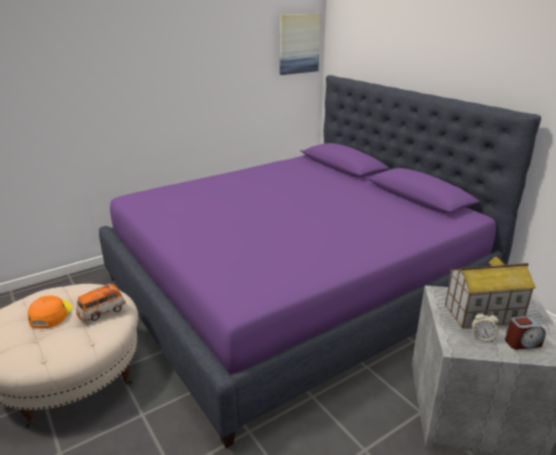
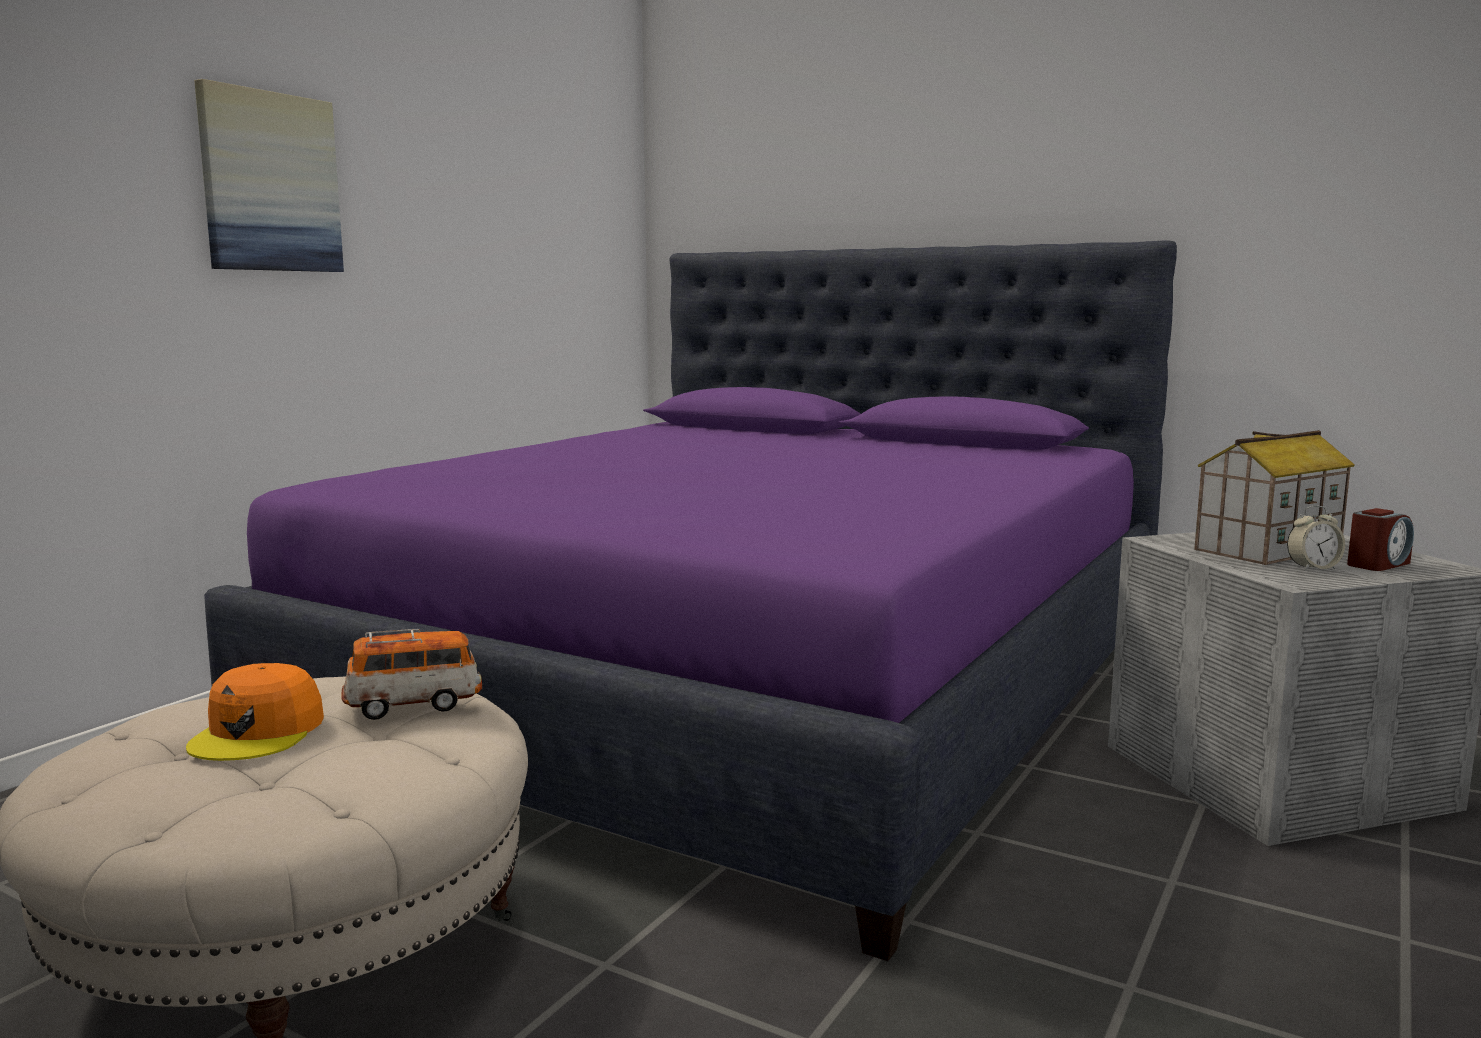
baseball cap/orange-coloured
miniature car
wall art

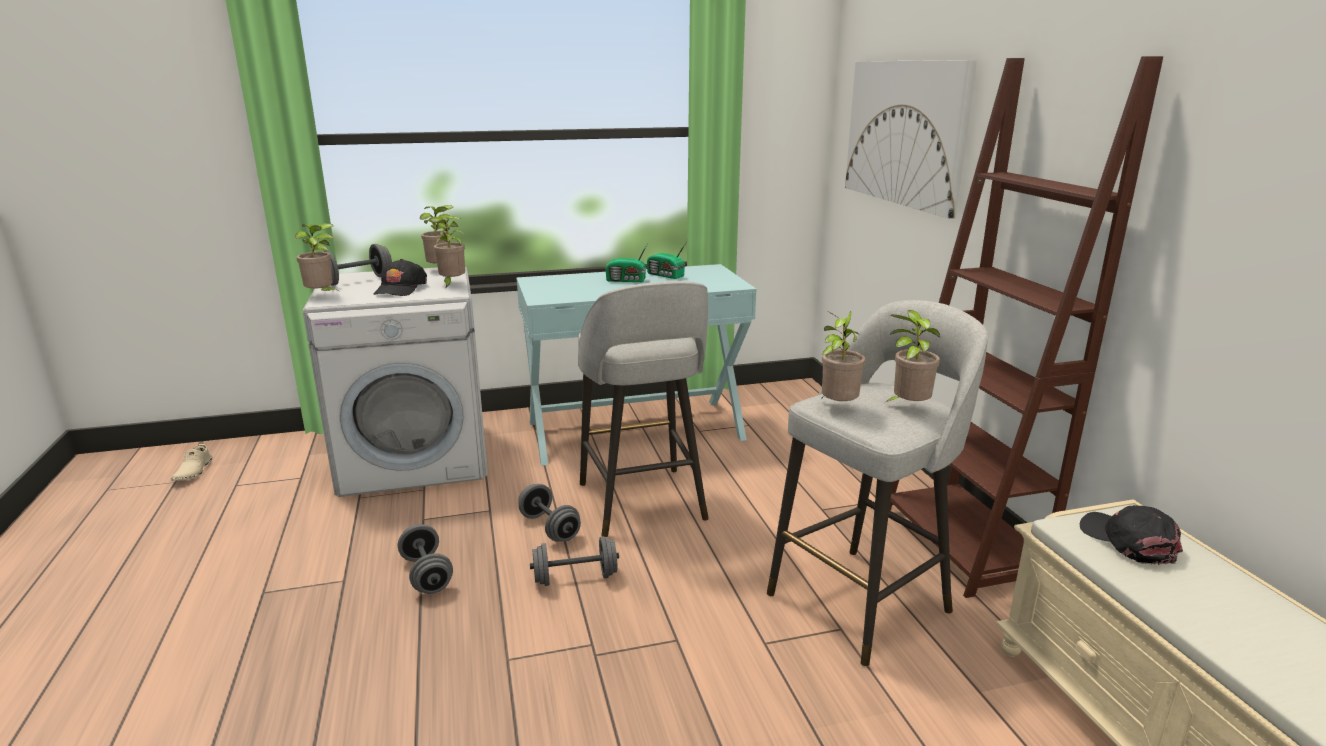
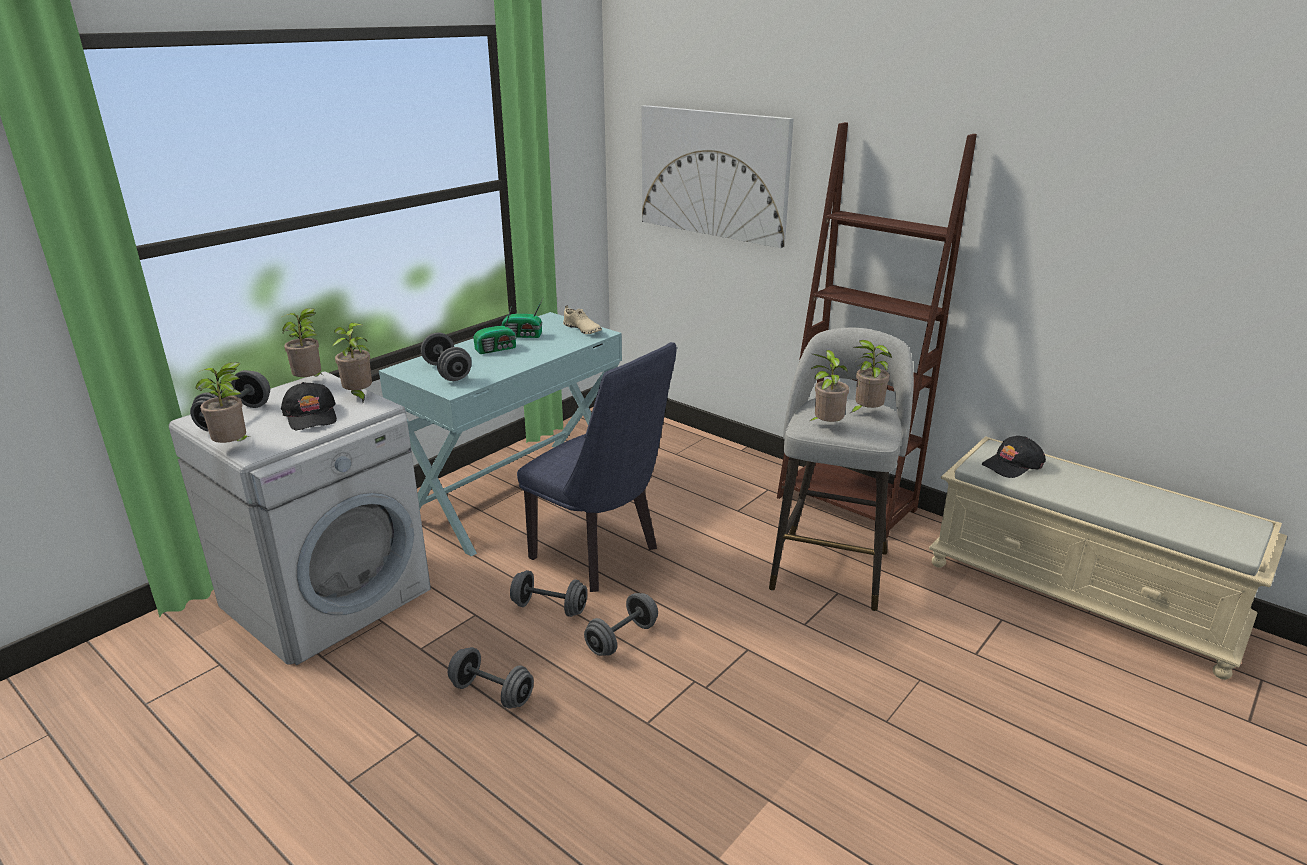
low shoe/beige
chair/blue-coloured
baseball cap/blackish (no. 2 from left)
free weight/greyish (no. 2 from left)

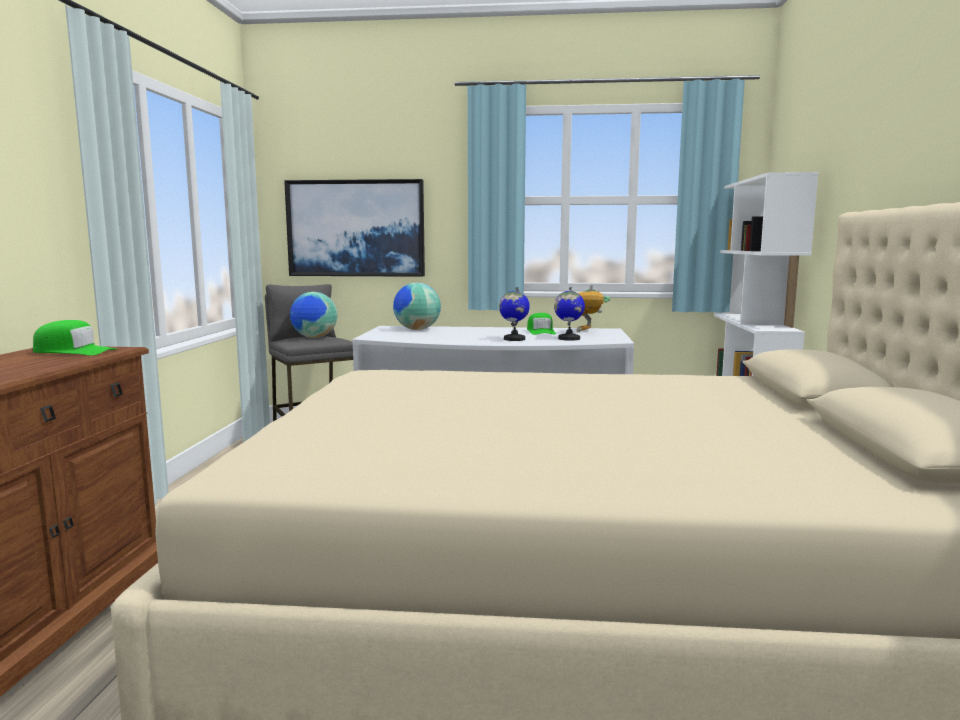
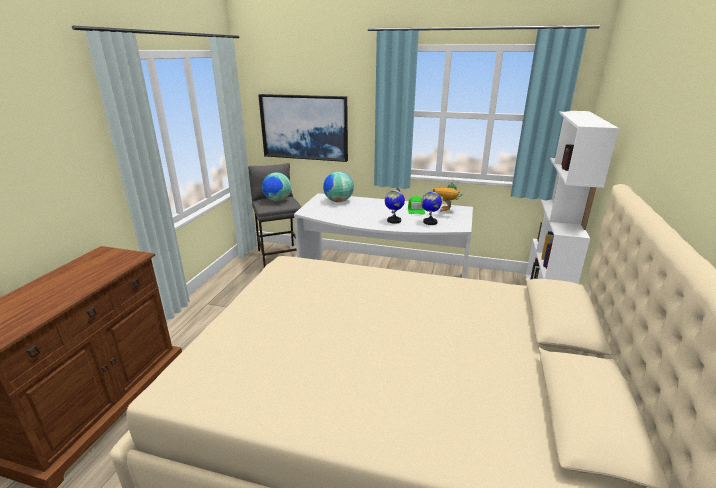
baseball cap/green-coloured (no. 1 from left in the first image)

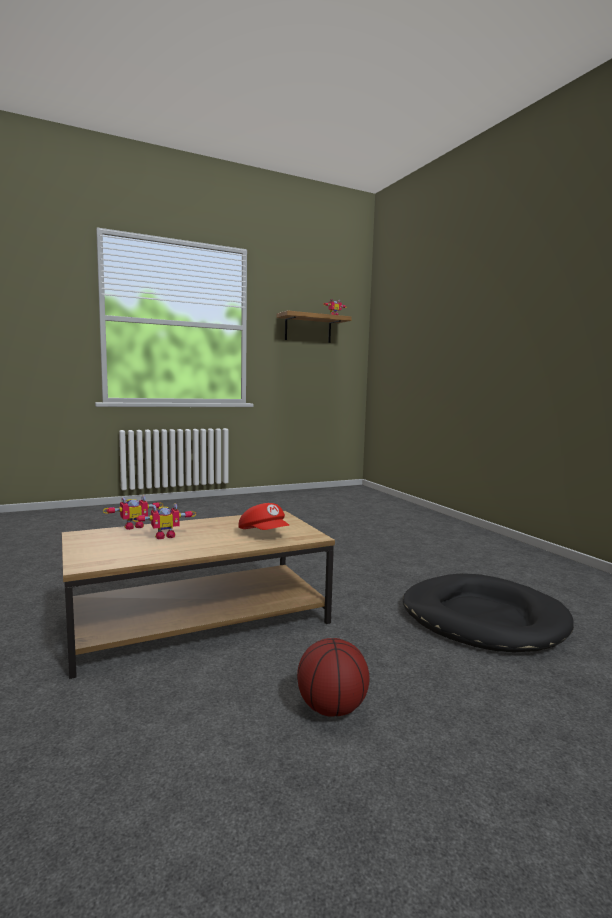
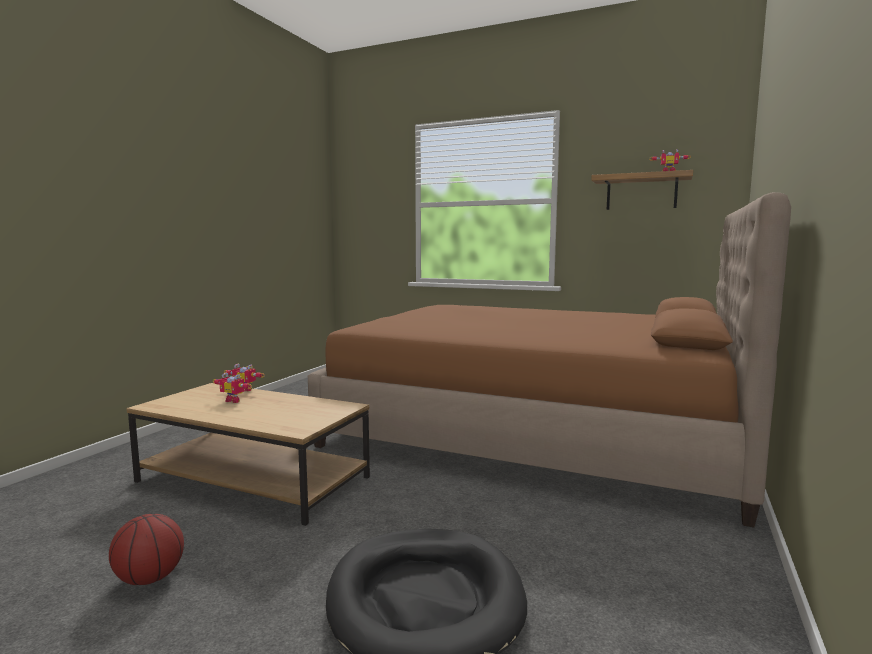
baseball cap/reddish
bed/brown

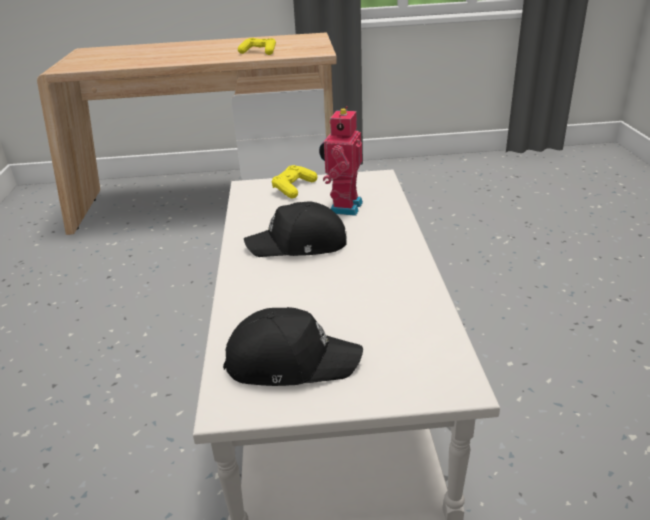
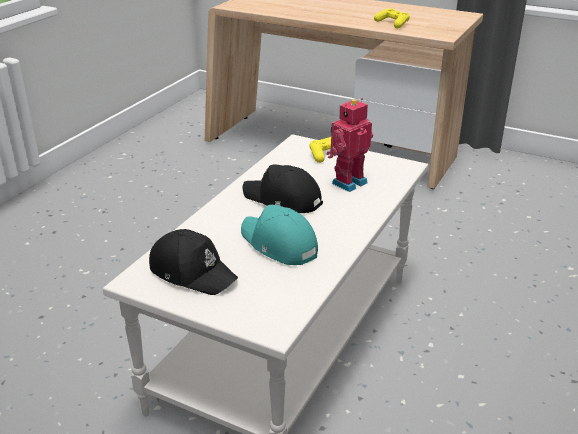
baseball cap/turquoise

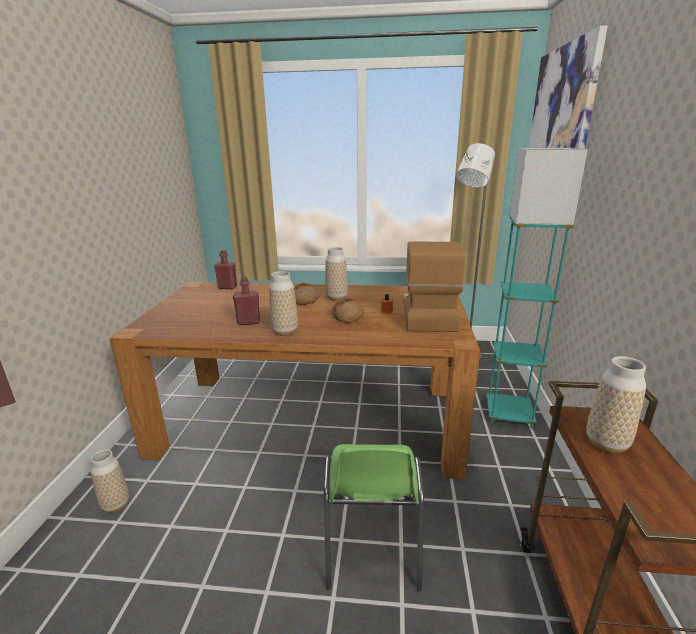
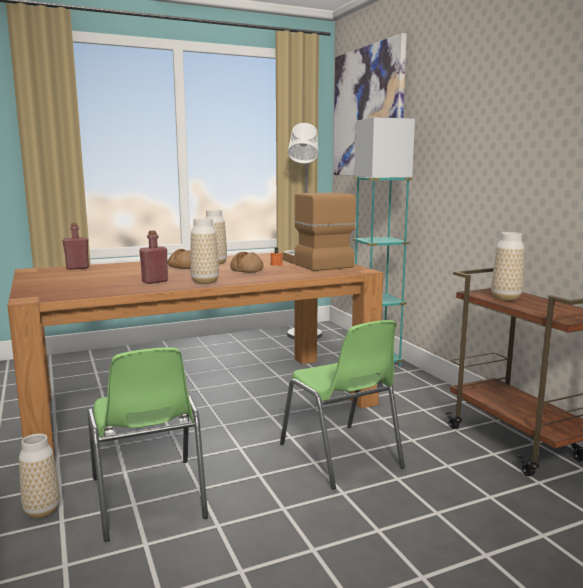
chair/green-coloured (no. 1 from left)

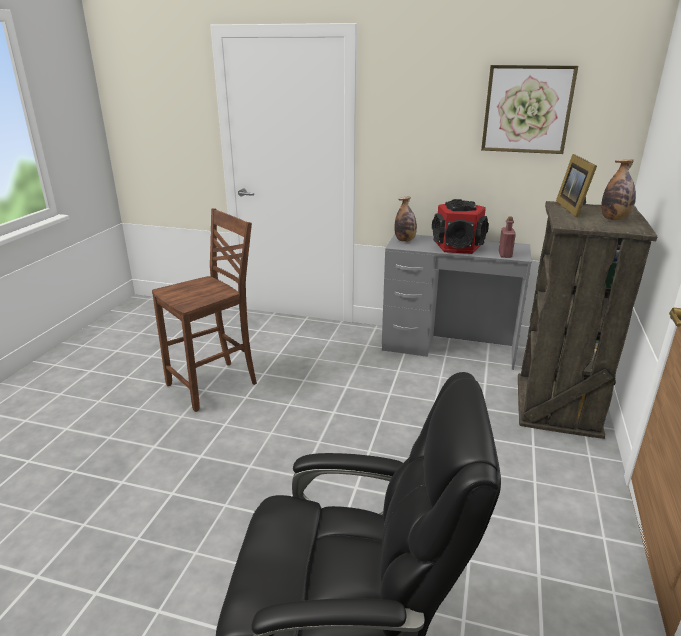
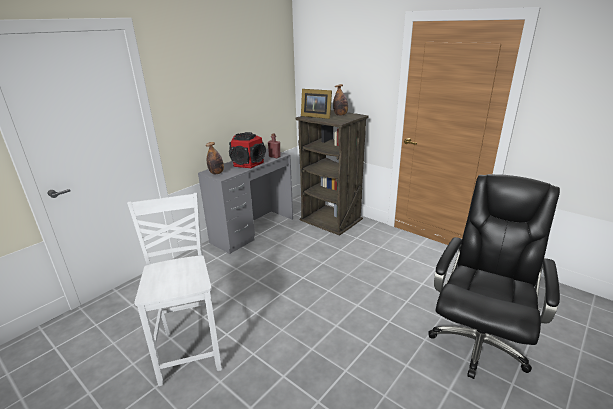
chair/white
wall art

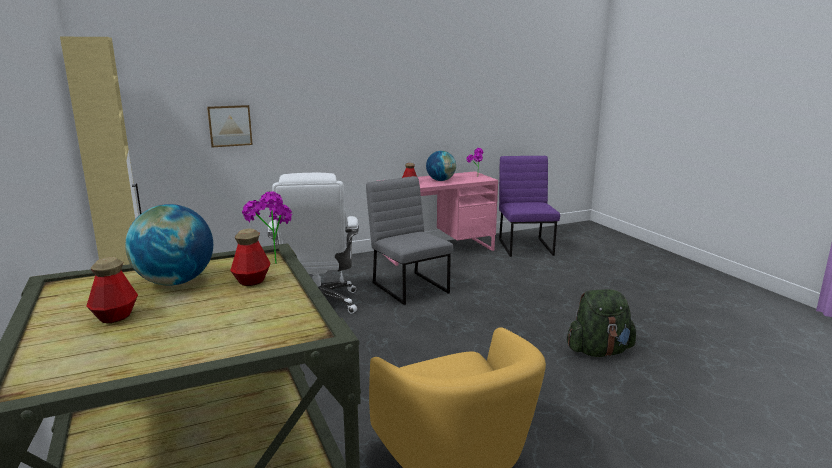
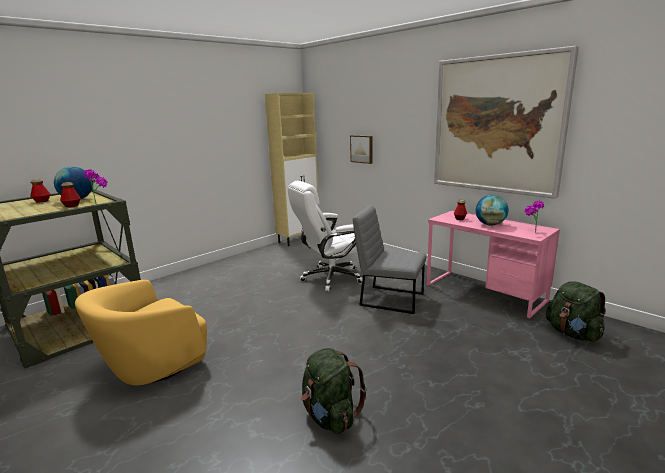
chair/greyish
knapsack/green-coloured (no. 2 from left)
wall art (no. 2 from left)

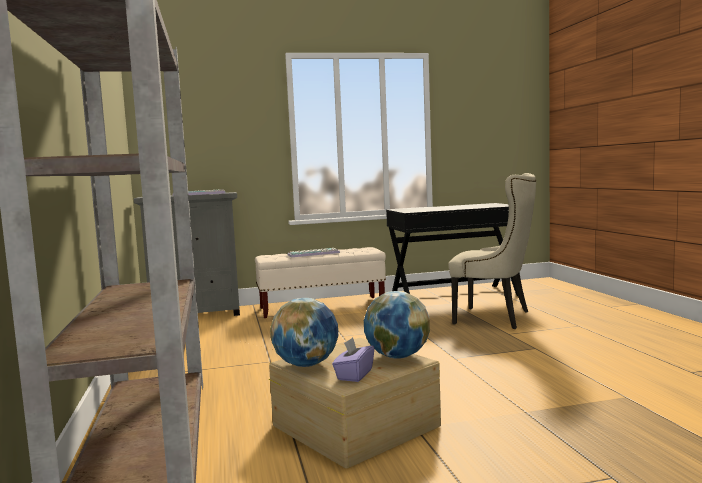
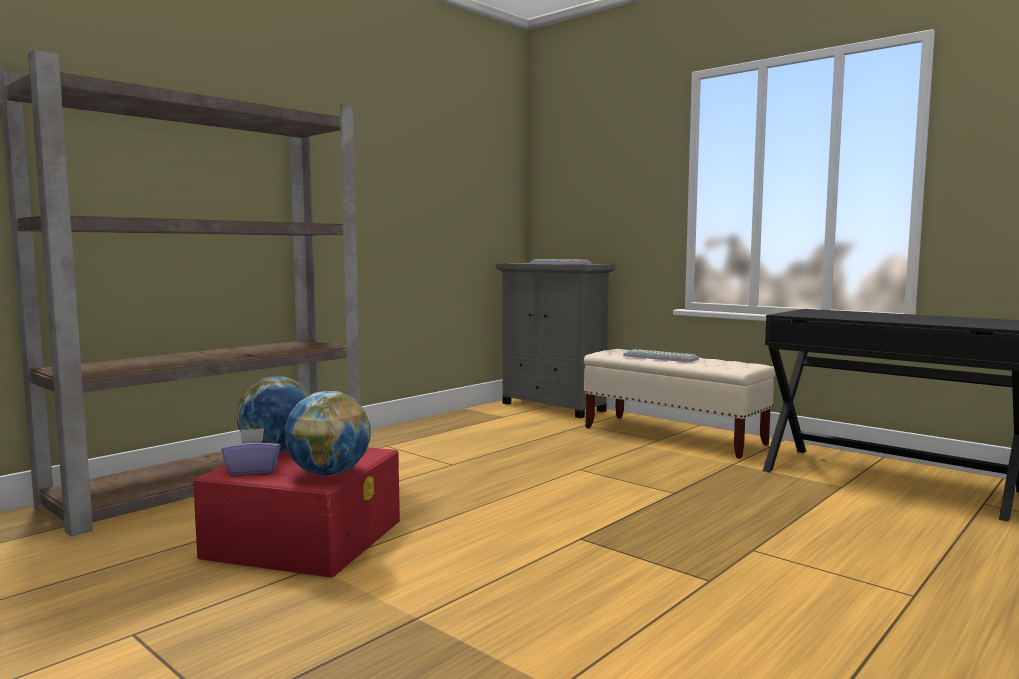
storage bin/reddish
chair/beige

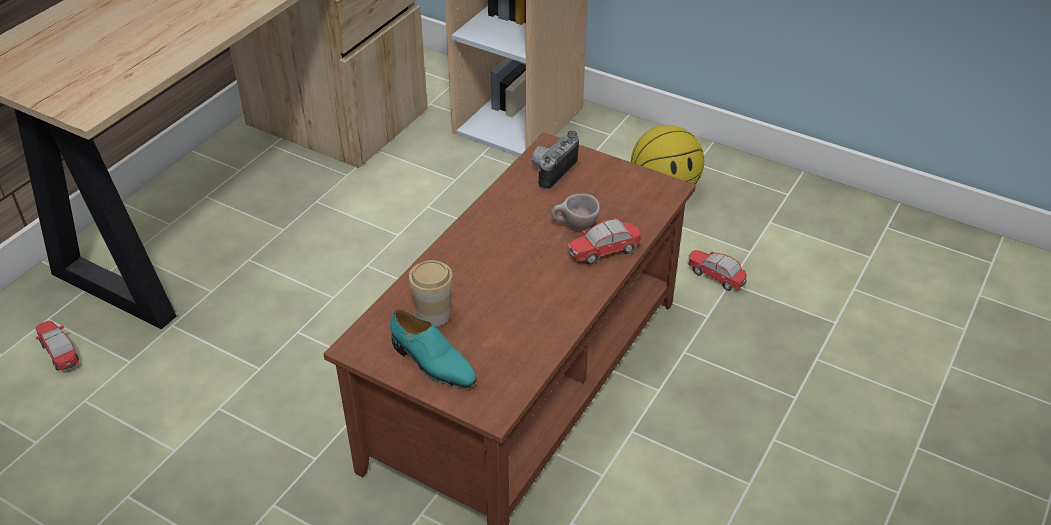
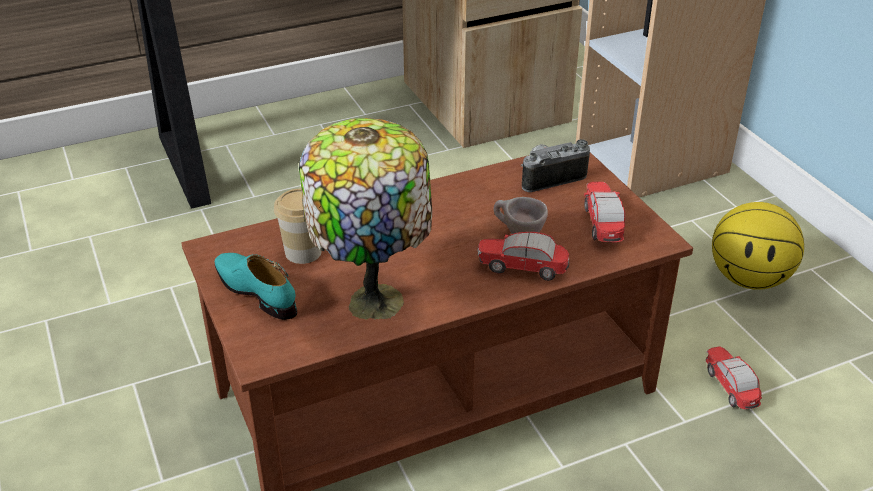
miniature car (no. 2 from left)
low shoe/turquoise
tabletop lamp

